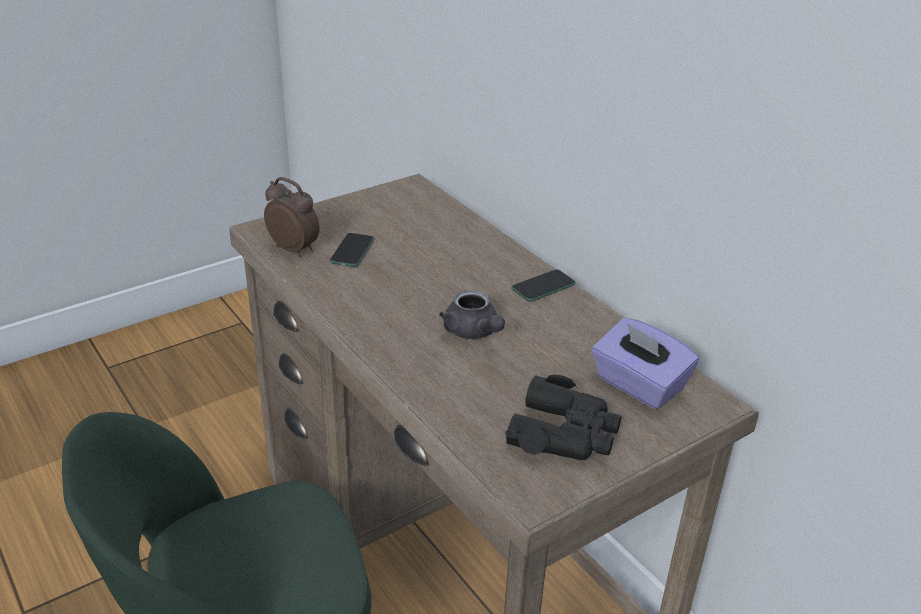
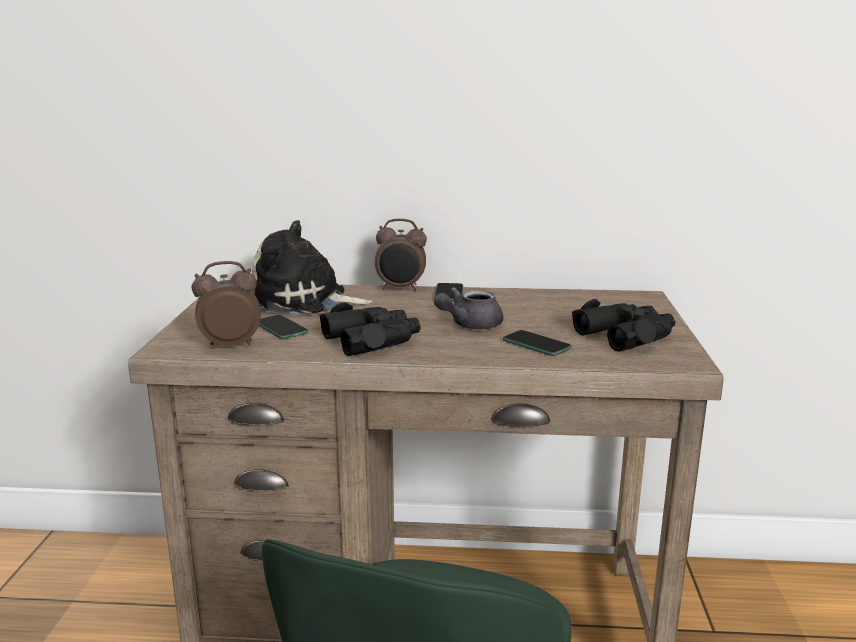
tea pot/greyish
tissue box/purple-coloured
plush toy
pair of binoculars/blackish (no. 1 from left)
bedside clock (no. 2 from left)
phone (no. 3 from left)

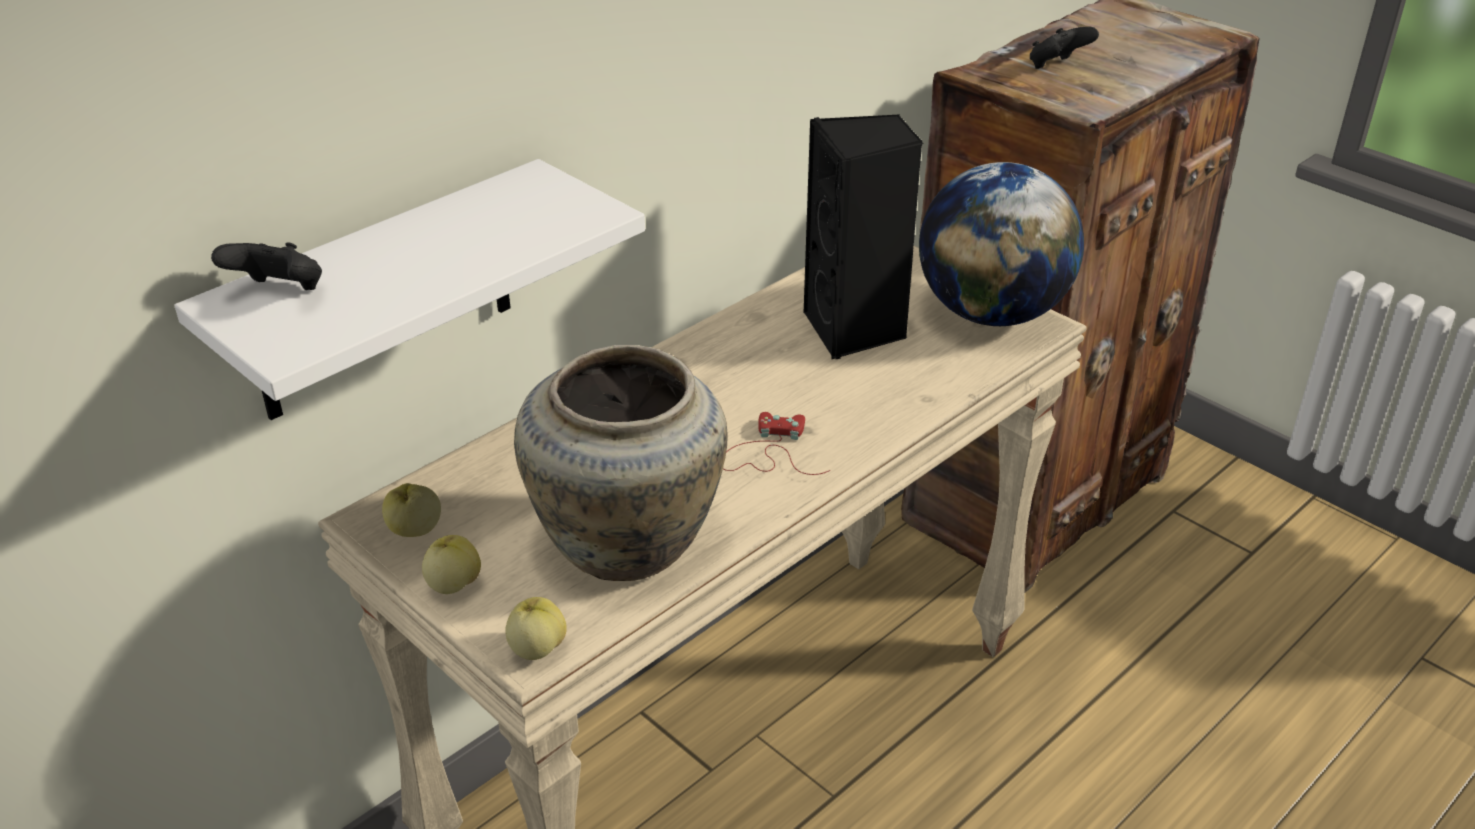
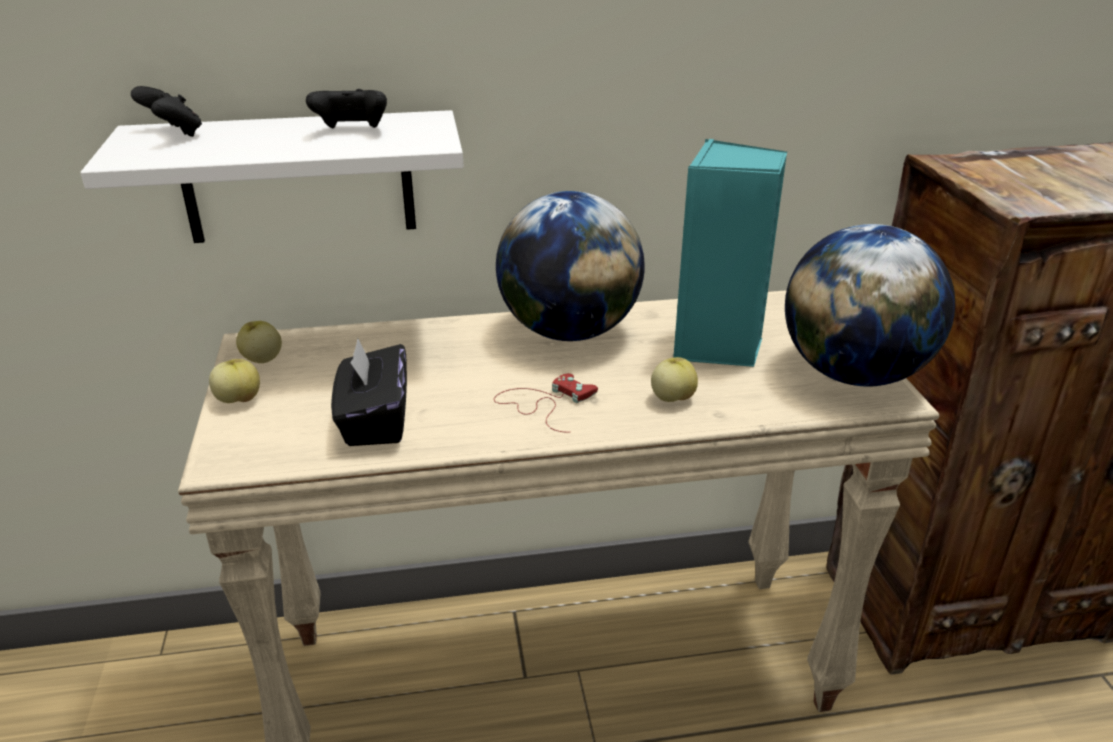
apple (no. 3 from left)
tissue box/blackish
speaker/turquoise
joypad/blackish (no. 2 from left)
world globe (no. 1 from left)

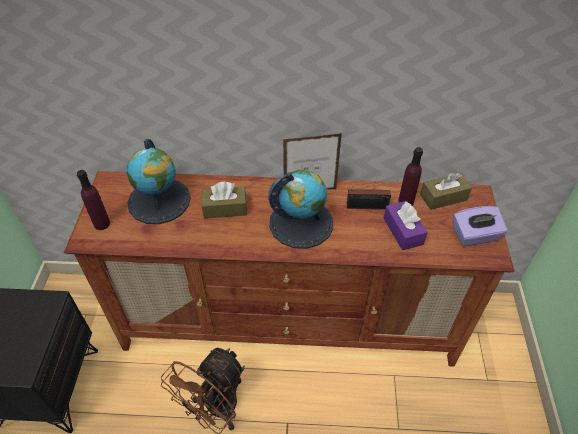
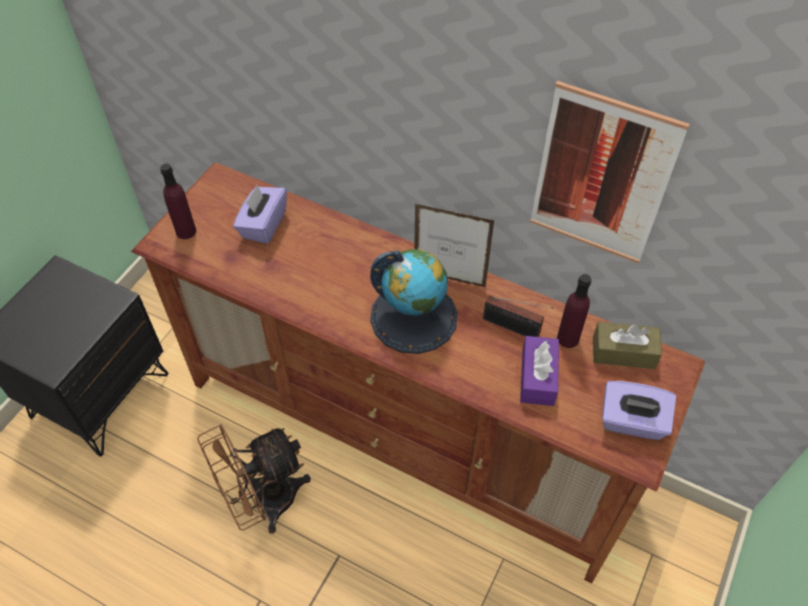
tissue box/purple-coloured (no. 1 from left)
tissue box/brown (no. 1 from left in the first image)
wall art

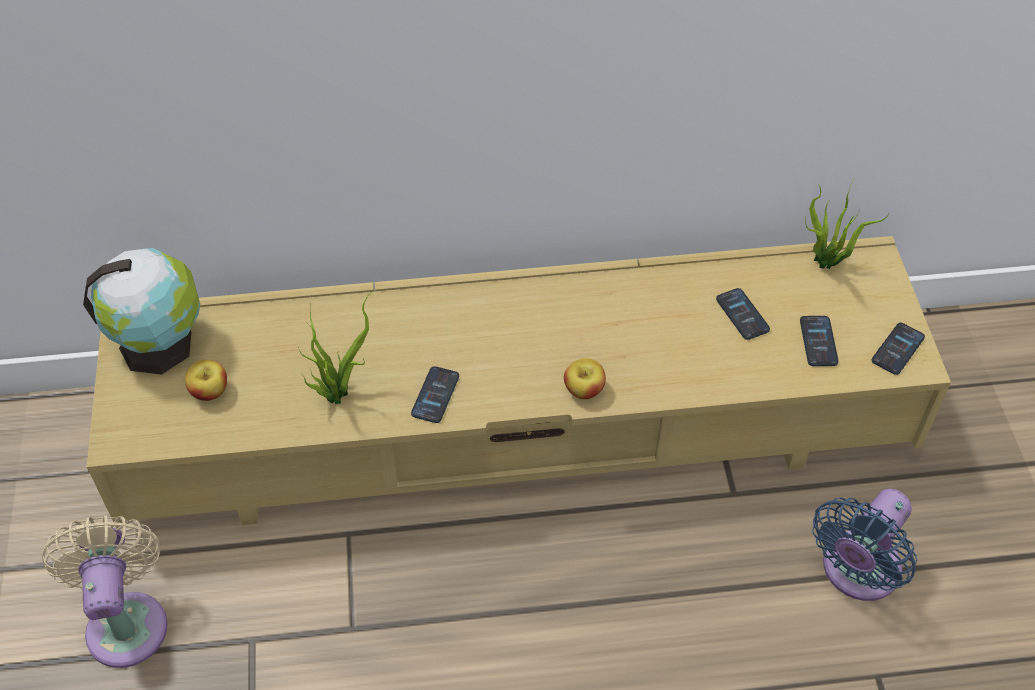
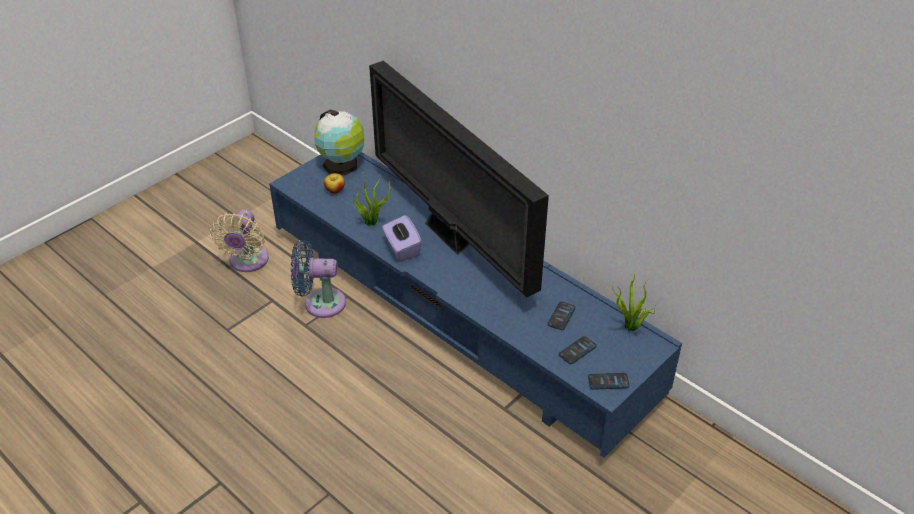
electric fan/beige
media console/blue-coloured
tissue box/purple-coloured
apple (no. 2 from left in the first image)
electric fan/blue-coloured
TV set

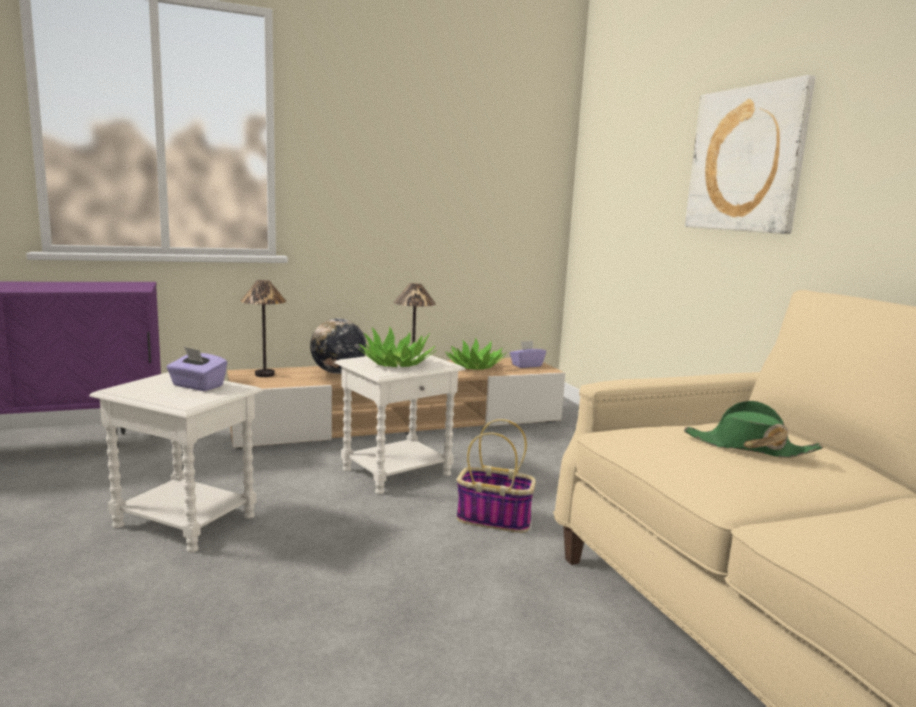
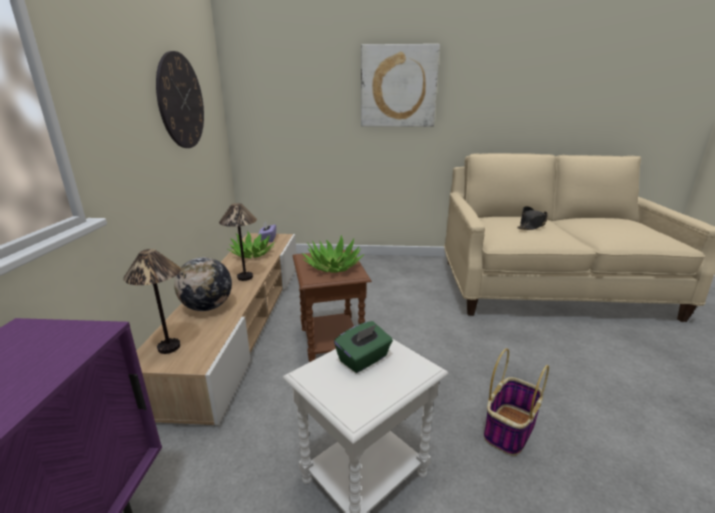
tissue box/green-coloured
side table/brown
basket
clothing hat/blackish
hanging clock

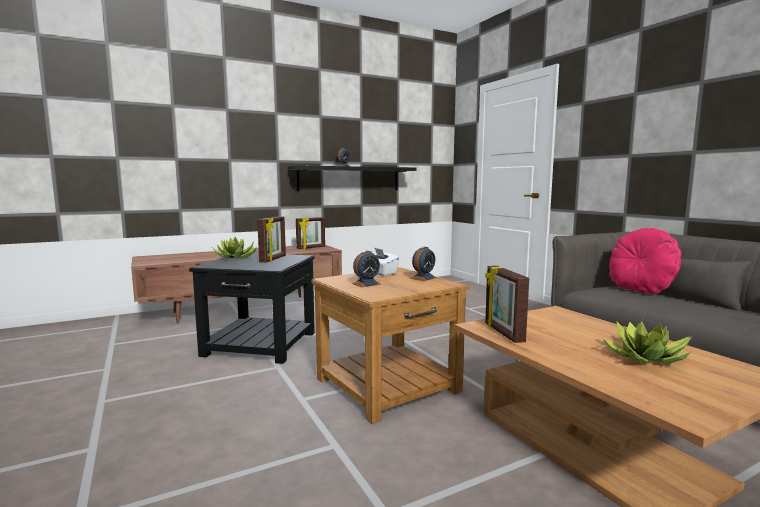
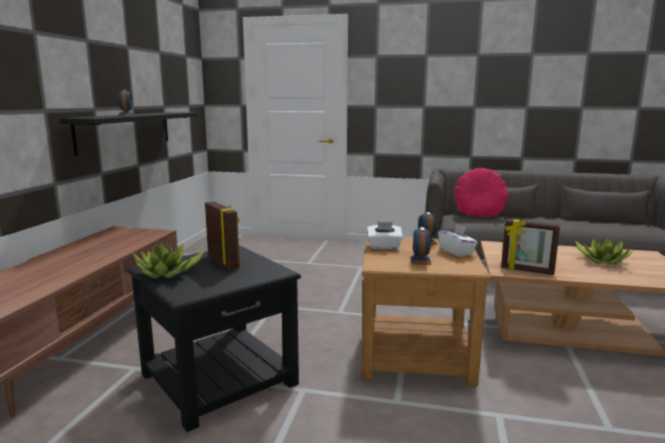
picture frame (no. 2 from left in the first image)
tissue box/white (no. 2 from left)

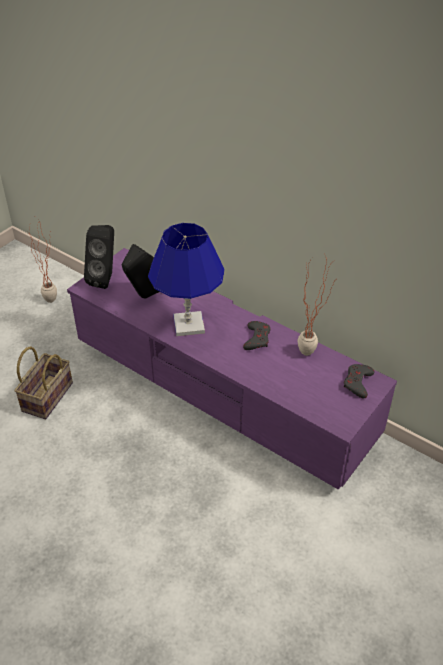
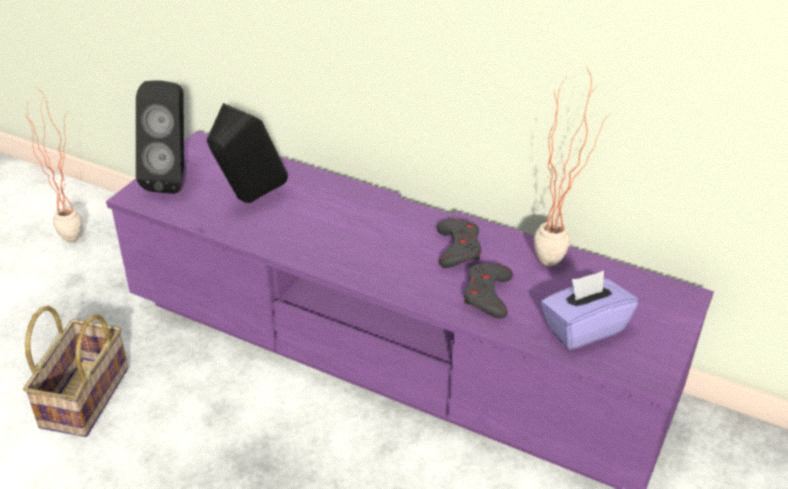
tabletop lamp/blue-coloured
joypad/greyish (no. 2 from left)
tissue box/purple-coloured

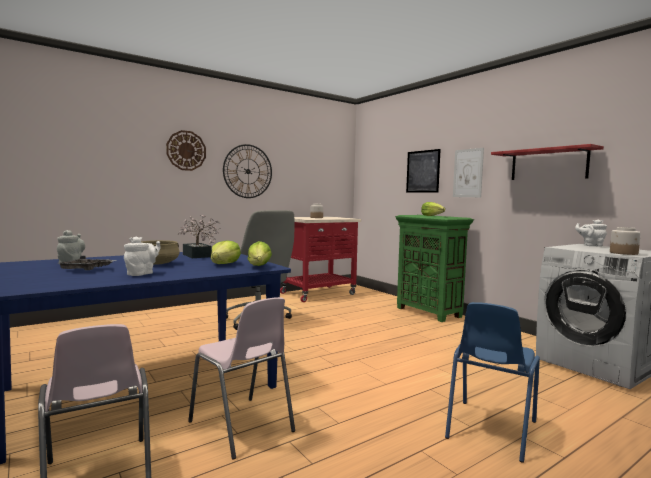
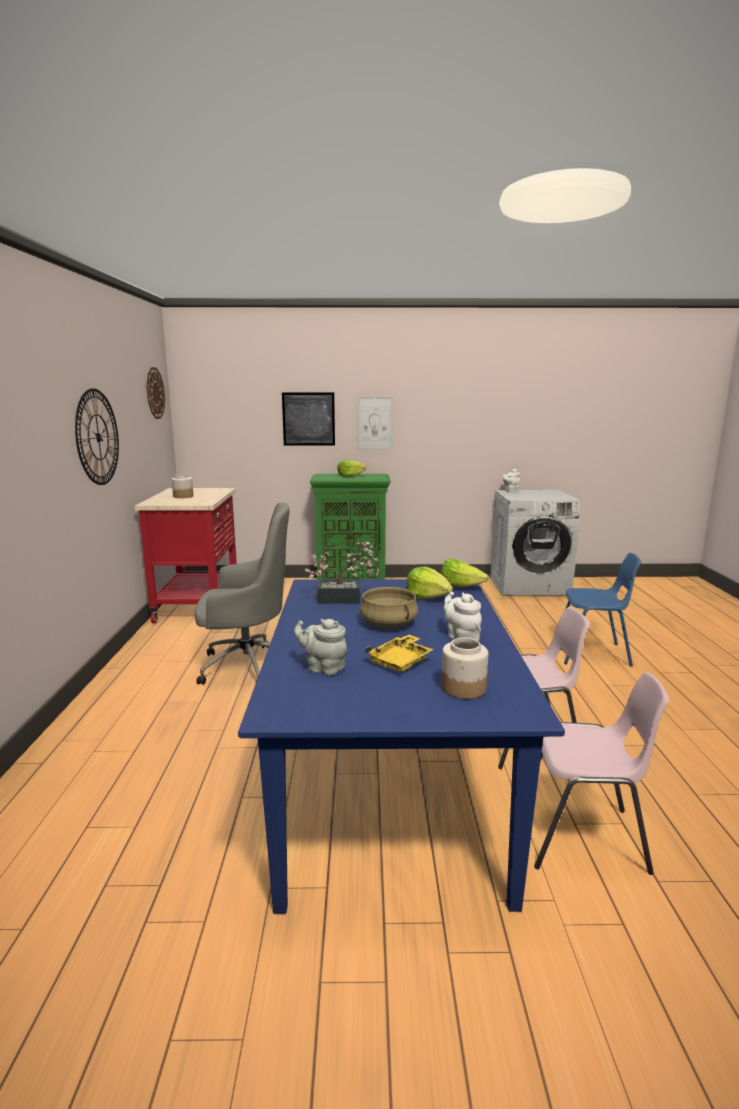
carrying tray/yellow
hanging clock (no. 2 from left)
chair/blue-coloured
shelf/reddish
jar (no. 2 from left)

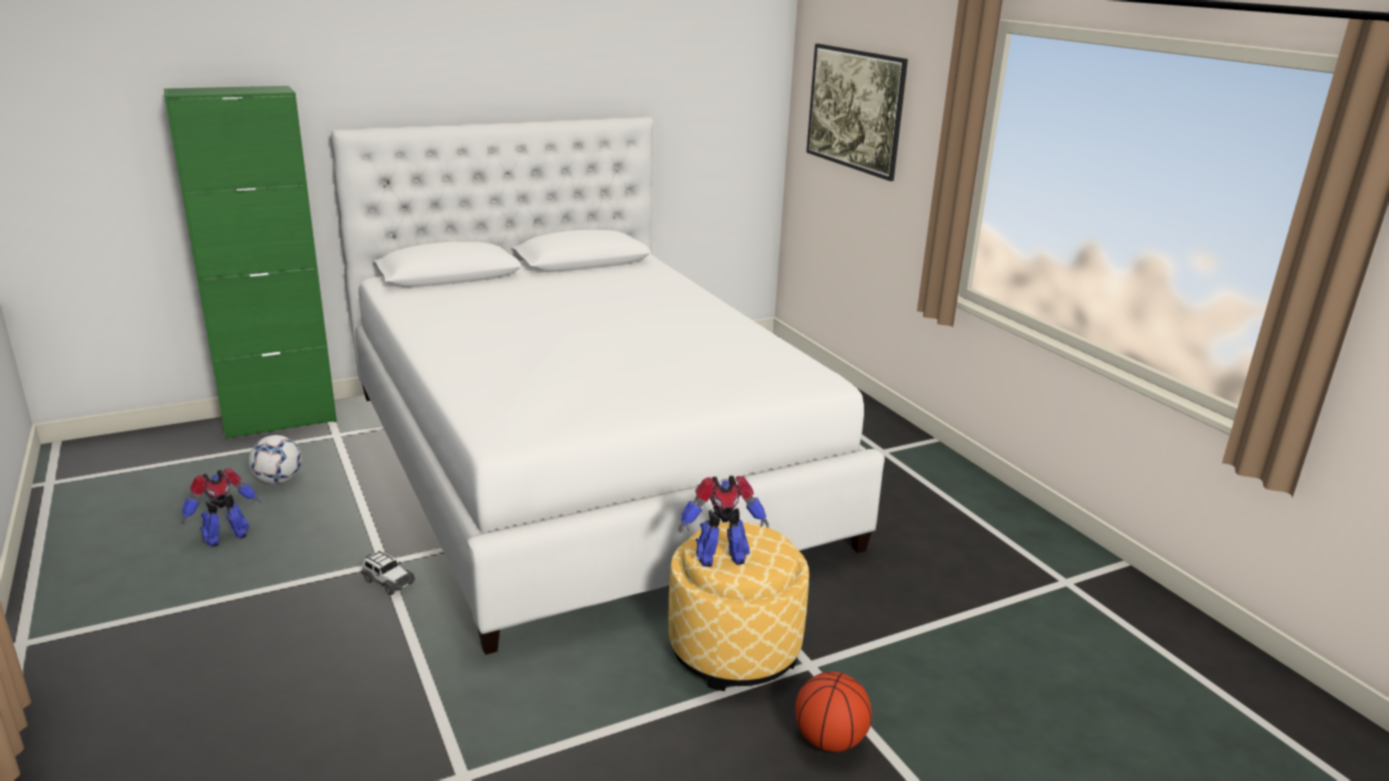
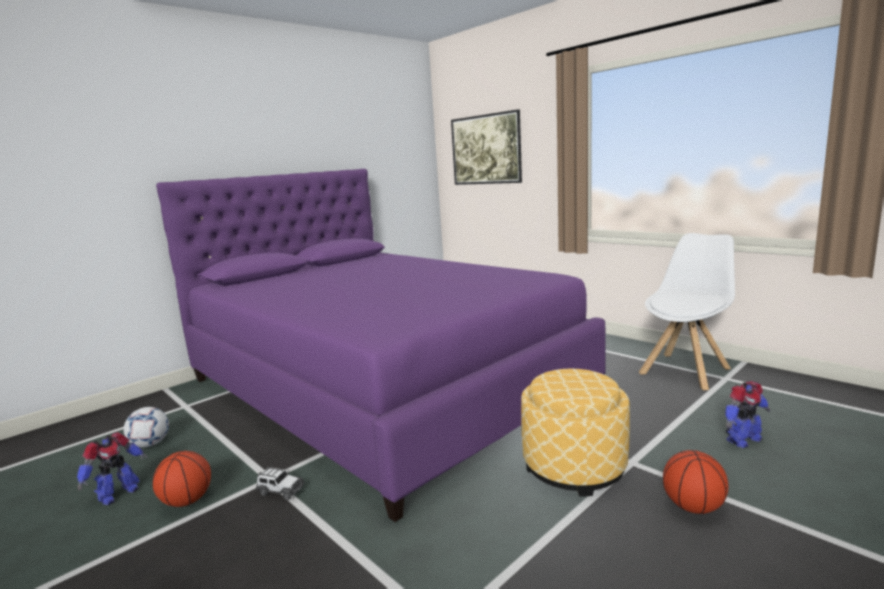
cabinet/green-coloured
bed/purple-coloured
toy robot (no. 2 from left)
basketball ball (no. 1 from left)
chair/white

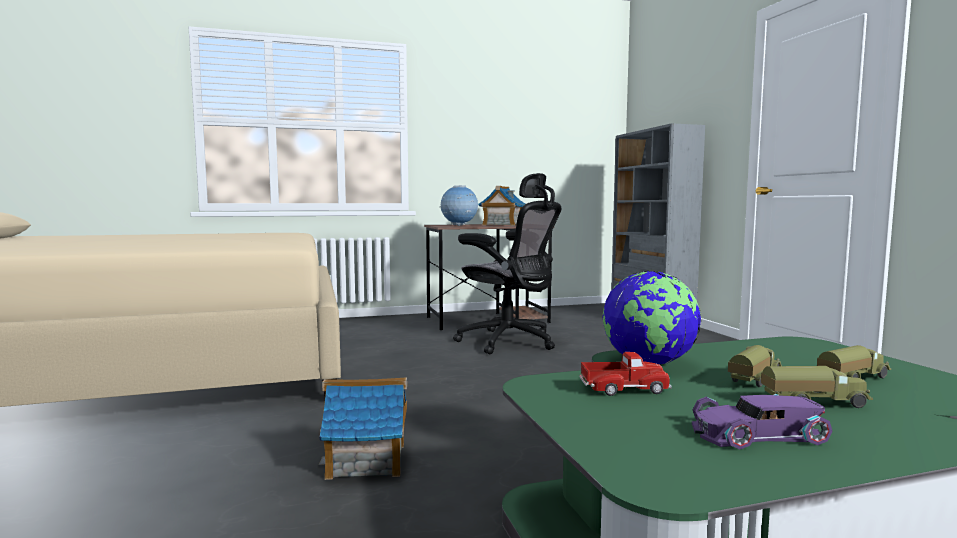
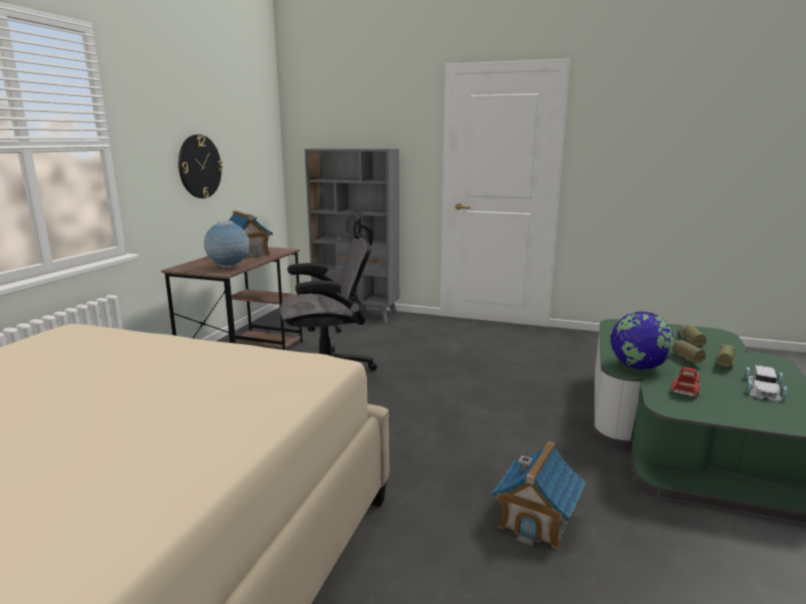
miniature car/white
hanging clock

